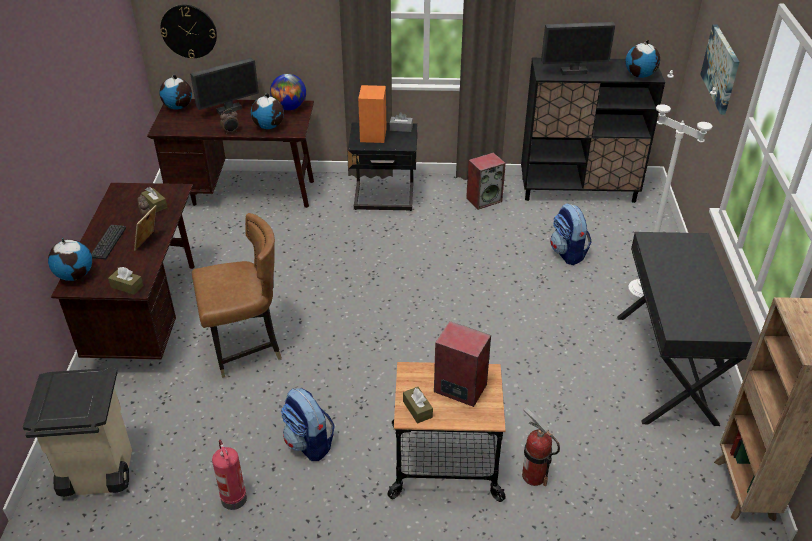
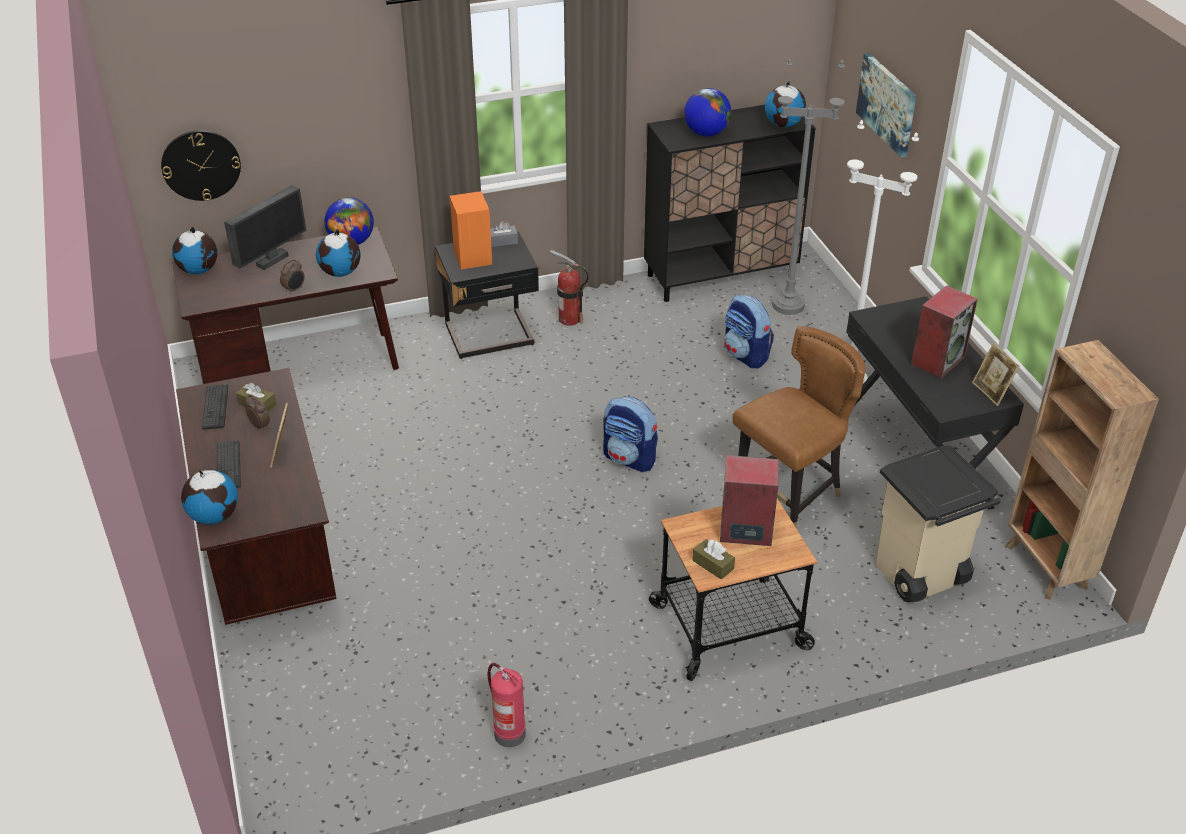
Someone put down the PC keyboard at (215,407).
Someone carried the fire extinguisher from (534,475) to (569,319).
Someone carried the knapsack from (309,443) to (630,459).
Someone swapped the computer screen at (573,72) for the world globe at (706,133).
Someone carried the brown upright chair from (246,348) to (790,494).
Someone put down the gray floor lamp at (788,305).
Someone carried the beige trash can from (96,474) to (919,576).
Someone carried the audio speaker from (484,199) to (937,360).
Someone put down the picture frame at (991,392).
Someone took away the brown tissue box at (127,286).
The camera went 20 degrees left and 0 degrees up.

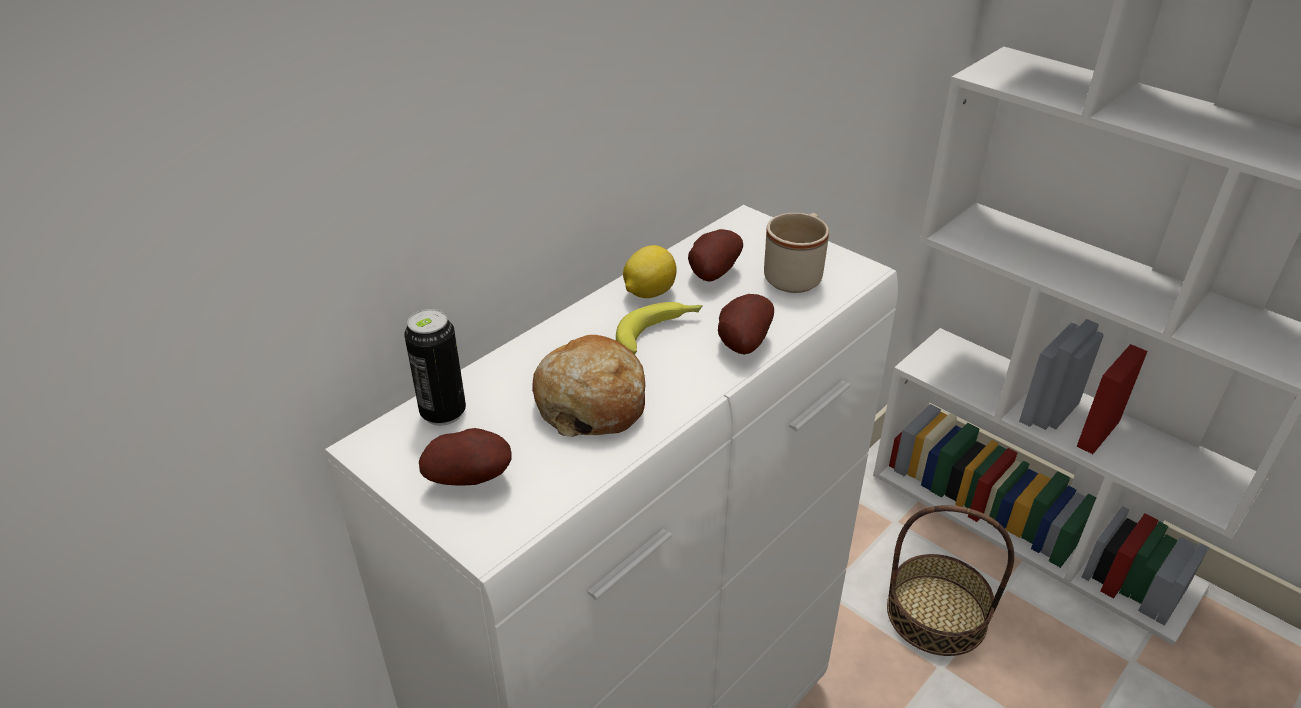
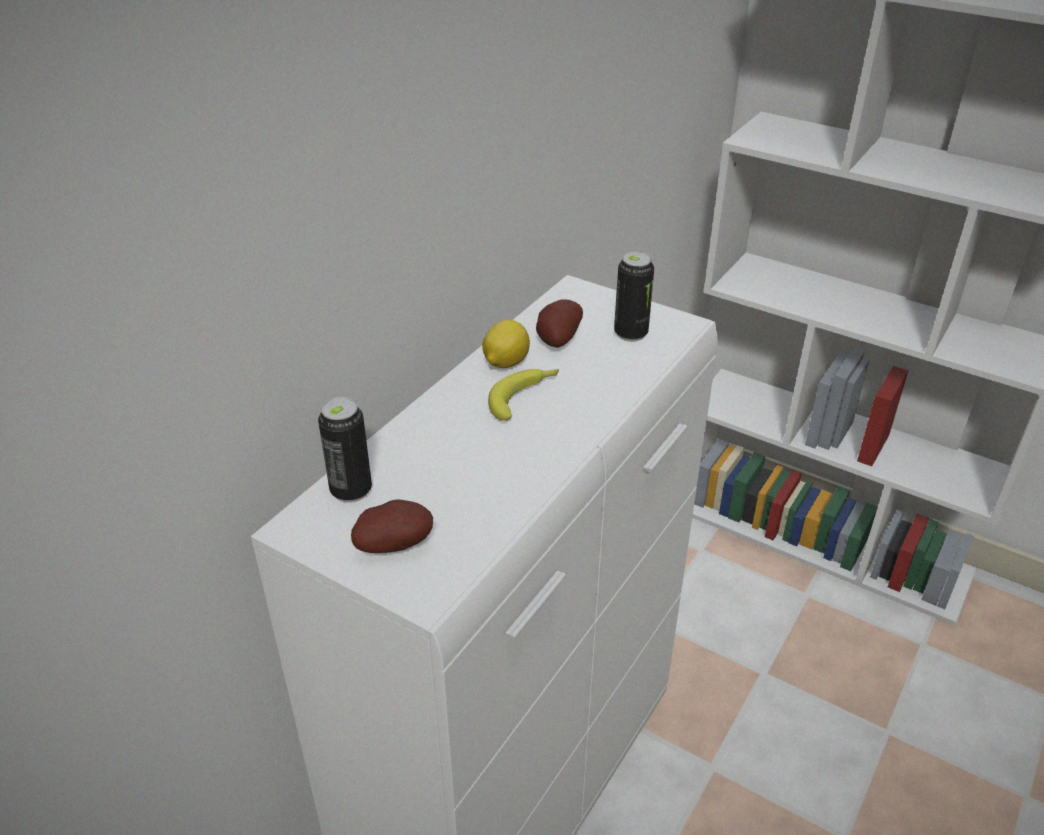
Someone swapped the beige mug at (796,274) for the sealed can at (630,334).
Someone took away the baked bread at (591,403).
Someone took away the whole potato at (741,344).
Someone took away the storage basket at (936,614).
The camera went 10 degrees left and 0 degrees up.

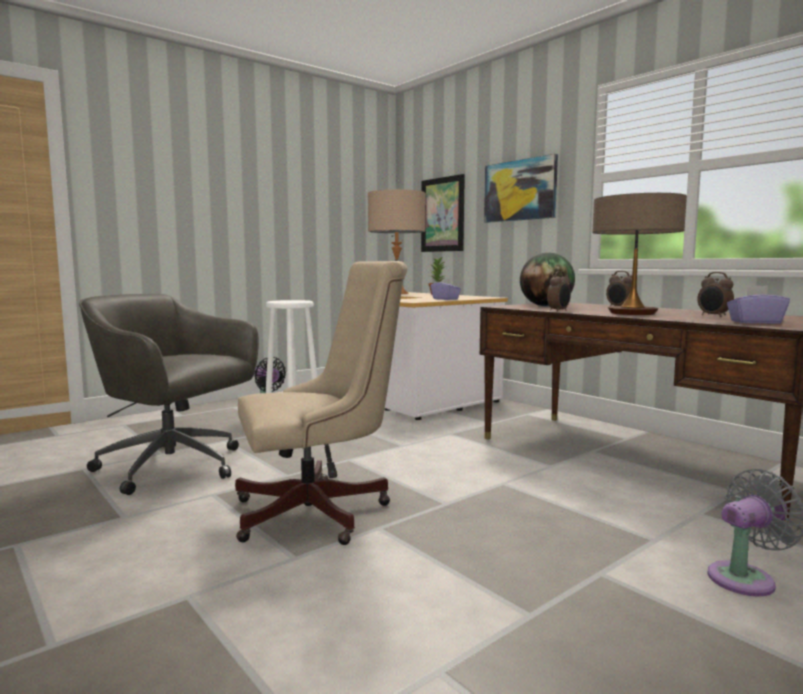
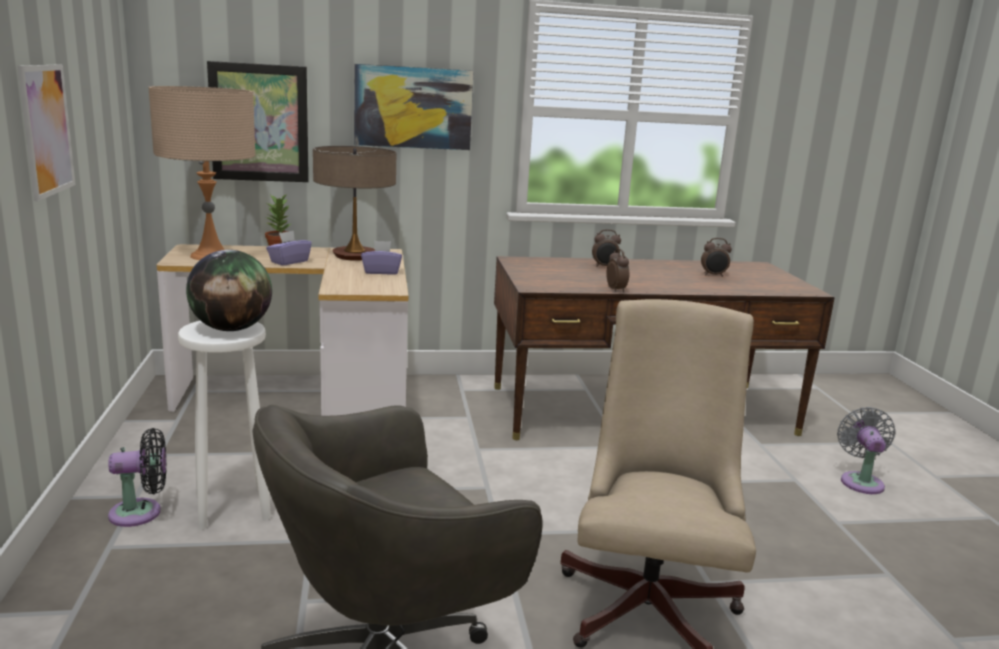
Someone put up the wall art at (47,130).
Someone carried the world globe from (546,306) to (232,329).
Someone carried the purplish tissue box from (755,322) to (289,261).
Someone carried the tabletop lamp from (632,313) to (354,256).
The camera went 60 degrees left and 10 degrees up.

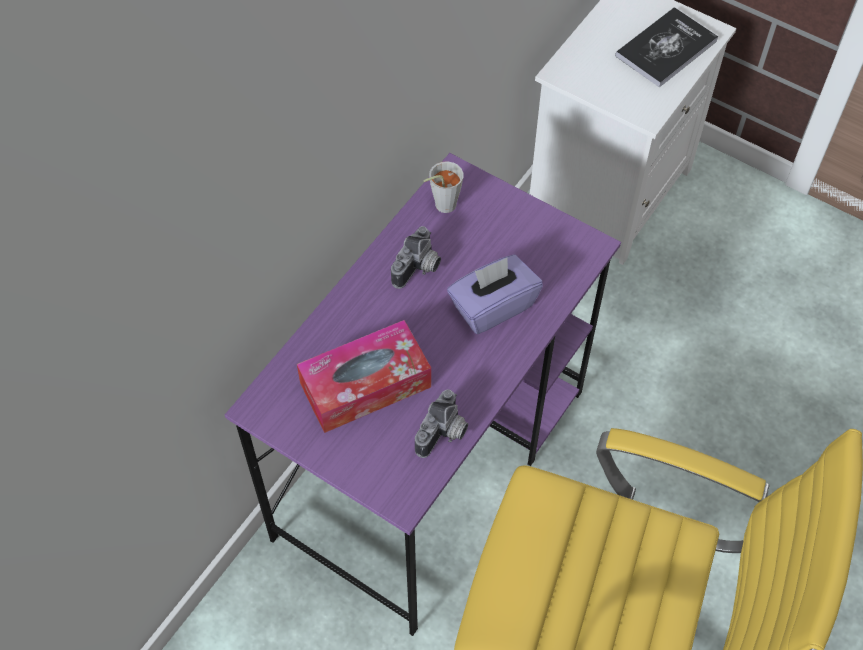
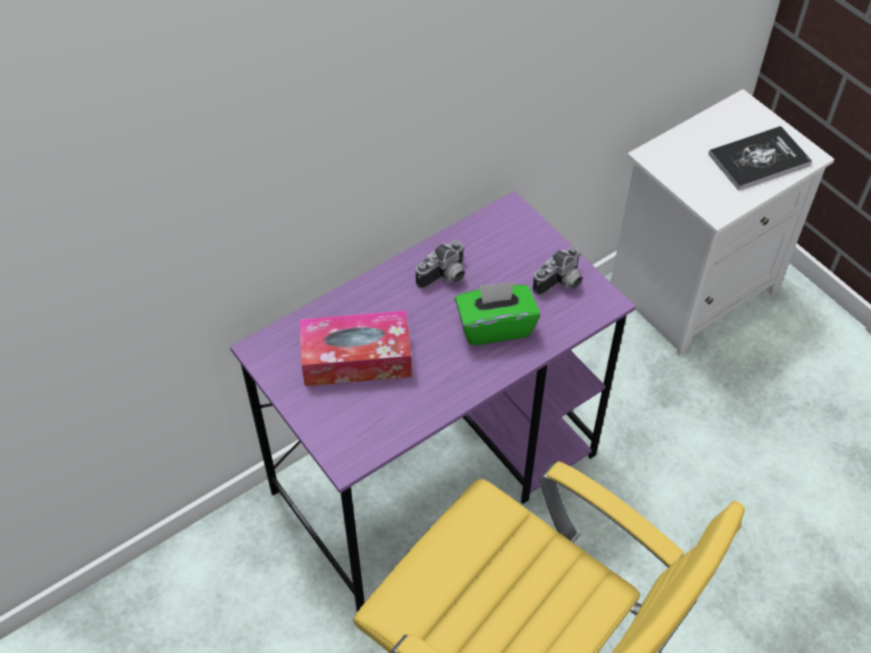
Someone repainted the purplish tissue box at (492,306), which became the greenish tissue box at (495,326).
Someone carried the photo camera from (444,434) to (561,284).
Someone took away the gray small cup at (441,206).
The camera went 20 degrees right and 5 degrees down.

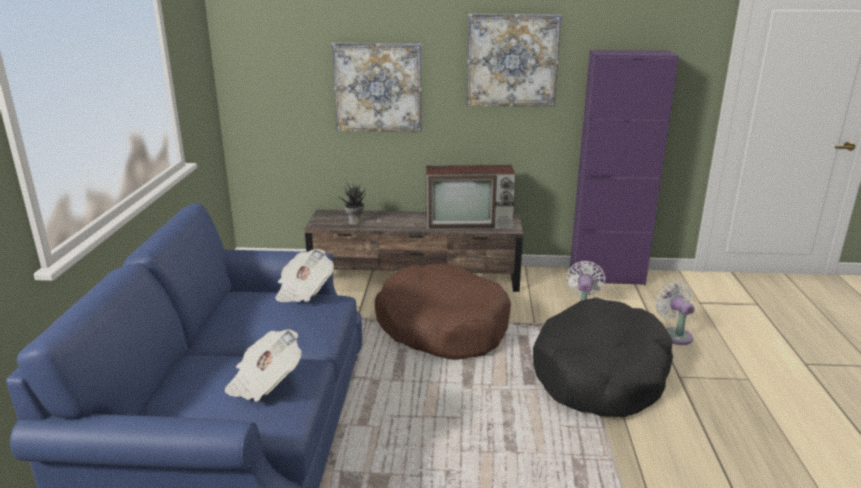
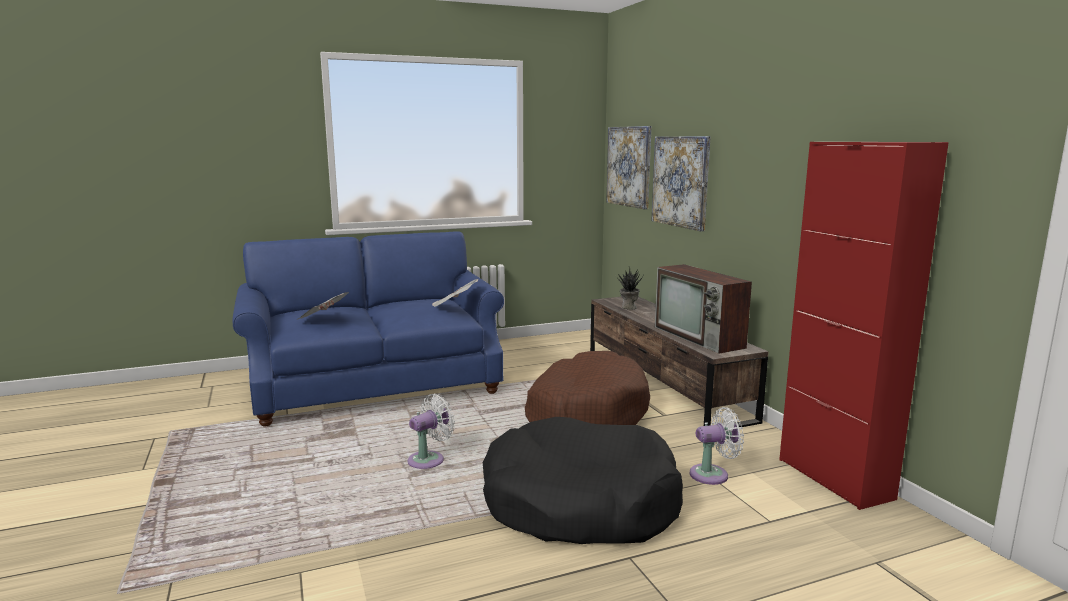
Someone carried the white-coloured electric fan from (674,335) to (429,459).
Someone carried the wall art from (512,60) to (629,166).
Someone repainted the purplish storage cabinet at (606,277), which became the reddish storage cabinet at (834,478).
The camera went 65 degrees right and 10 degrees down.

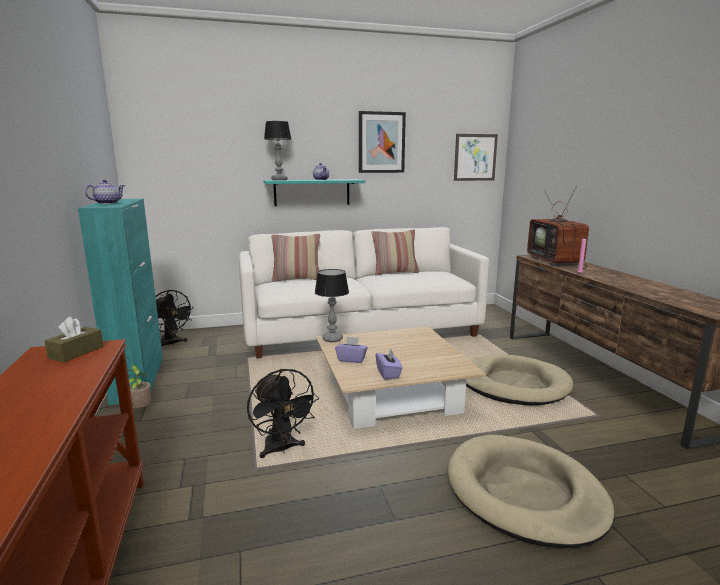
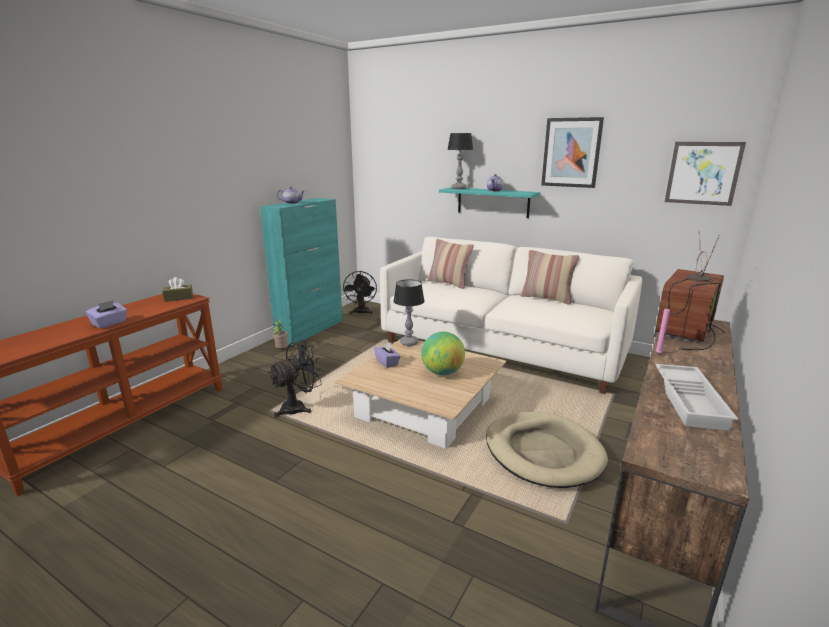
Someone carried the purplish tissue box from (388,373) to (110,323).
Someone rotated the blackish electric fan at (281,449) by 150 degrees counterclockwise.
Someone put down the world globe at (442,372).
Someone put down the white-coloured carrying tray at (691,401).
Someone took away the beige dog cushion at (524,493).
The camera went 45 degrees right and 5 degrees up.

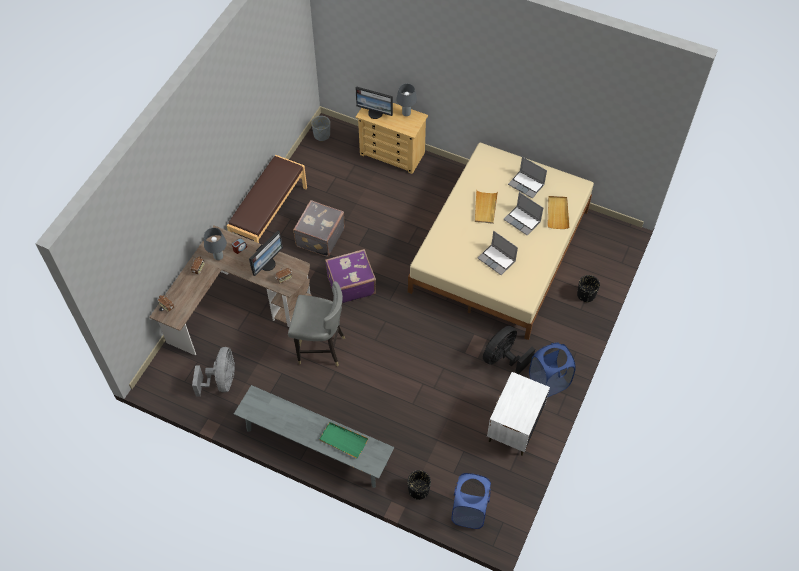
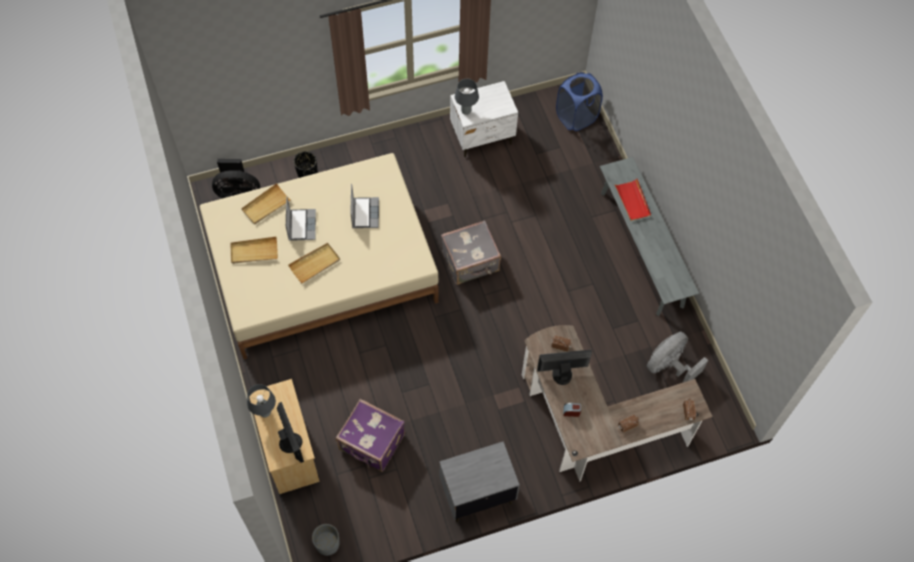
Someone carried the blackish electric fan from (503,358) to (238,193).
Someone swapped the laptop at (526,185) for the beige carrying tray at (254,251).
Someone carried the purplish piece of luggage from (350,284) to (372,443).
Someone swapped the brown bench at (269,216) for the gray night table at (476,493).
Someone carried the gray piece of luggage from (319,237) to (471,262).
Someone carried the gray tabletop lamp from (218,257) to (466,111).
Someone repainted the greenish carrying tray at (343,440), which became the reddish carrying tray at (632,201).
Someone took away the gray upright chair at (320,349).
Someone took away the blackish planter at (419,490).
Someone took away the blue-coloured hamper at (548,382).
The camera went 135 degrees left and 5 degrees up.

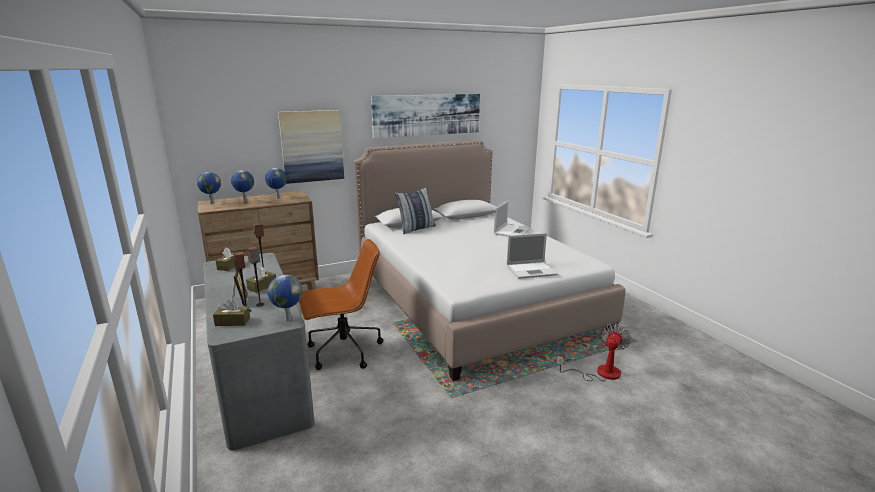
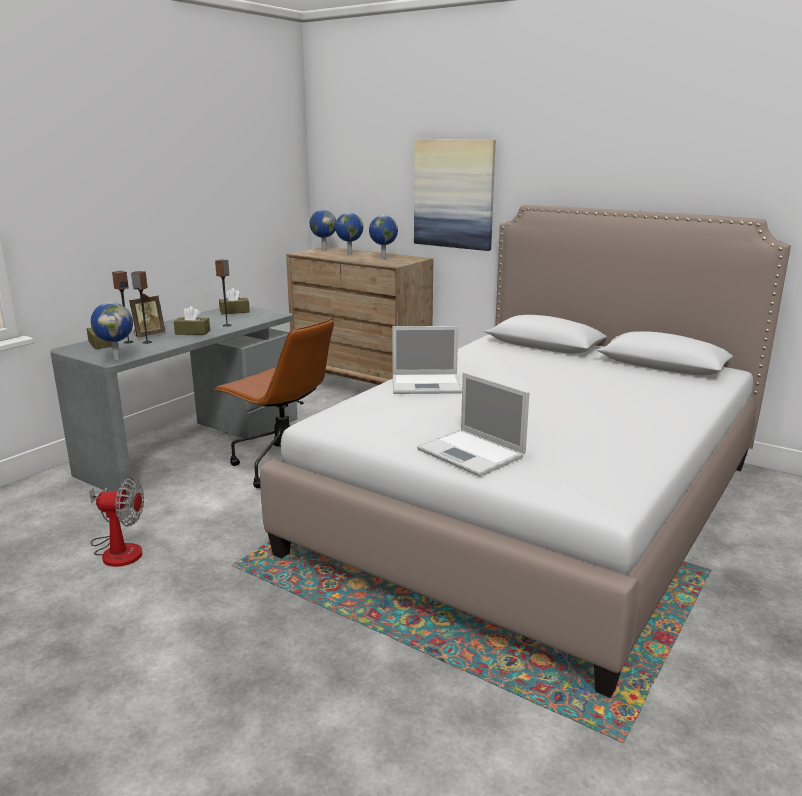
Someone carried the electric fan from (600,373) to (118,549).
Someone carried the laptop from (512,231) to (427,384).
Someone took away the wall art at (427,115).
Someone took away the pillow at (416,229).
The camera went 60 degrees right and 0 degrees up.

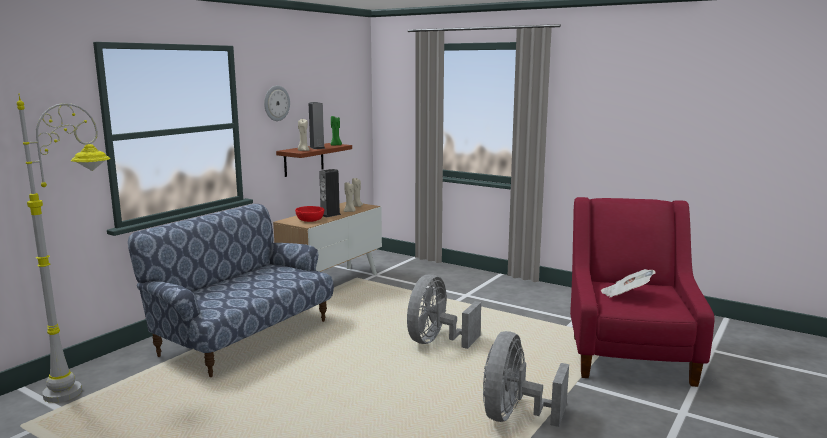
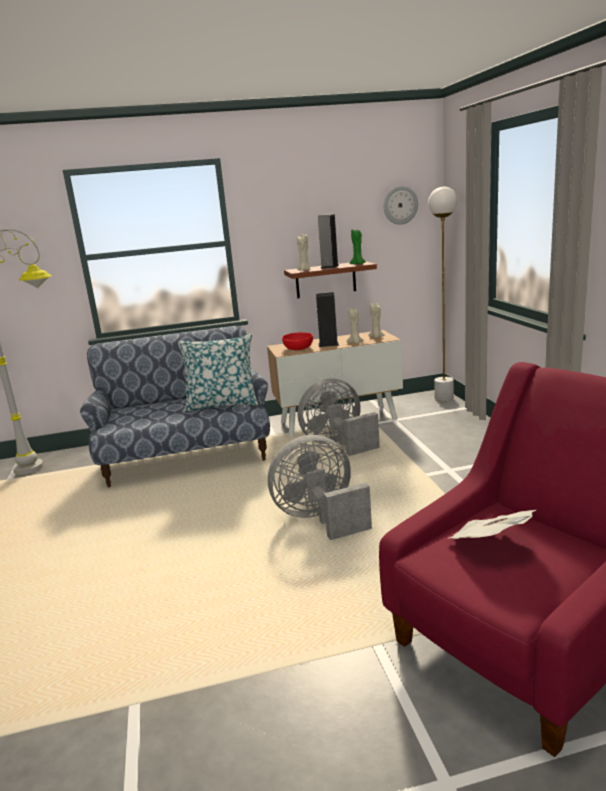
Someone put down the pillow at (222,404).
Someone carried the gray electric fan from (514,416) to (338,444).
Someone carried the wall clock from (276,103) to (400,205).
Someone put down the white-coloured floor lamp at (444,398).
The camera went 45 degrees right and 5 degrees up.

